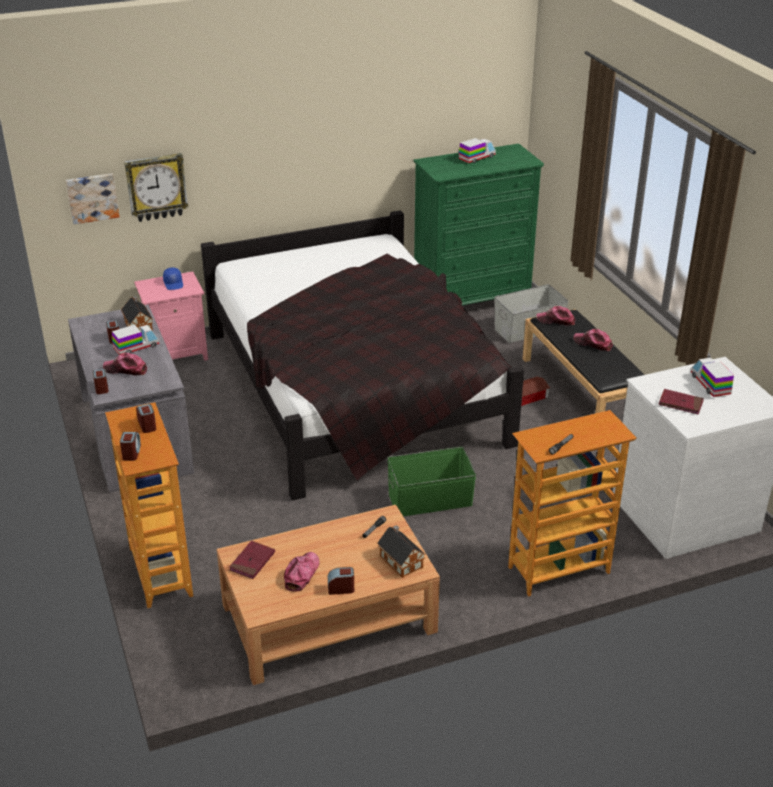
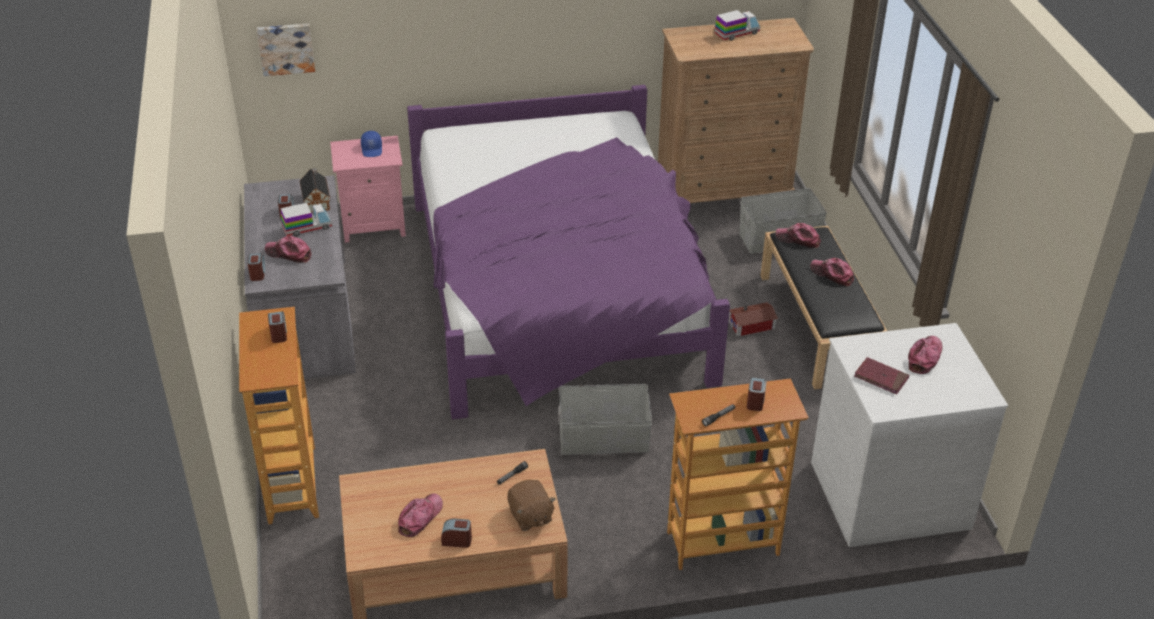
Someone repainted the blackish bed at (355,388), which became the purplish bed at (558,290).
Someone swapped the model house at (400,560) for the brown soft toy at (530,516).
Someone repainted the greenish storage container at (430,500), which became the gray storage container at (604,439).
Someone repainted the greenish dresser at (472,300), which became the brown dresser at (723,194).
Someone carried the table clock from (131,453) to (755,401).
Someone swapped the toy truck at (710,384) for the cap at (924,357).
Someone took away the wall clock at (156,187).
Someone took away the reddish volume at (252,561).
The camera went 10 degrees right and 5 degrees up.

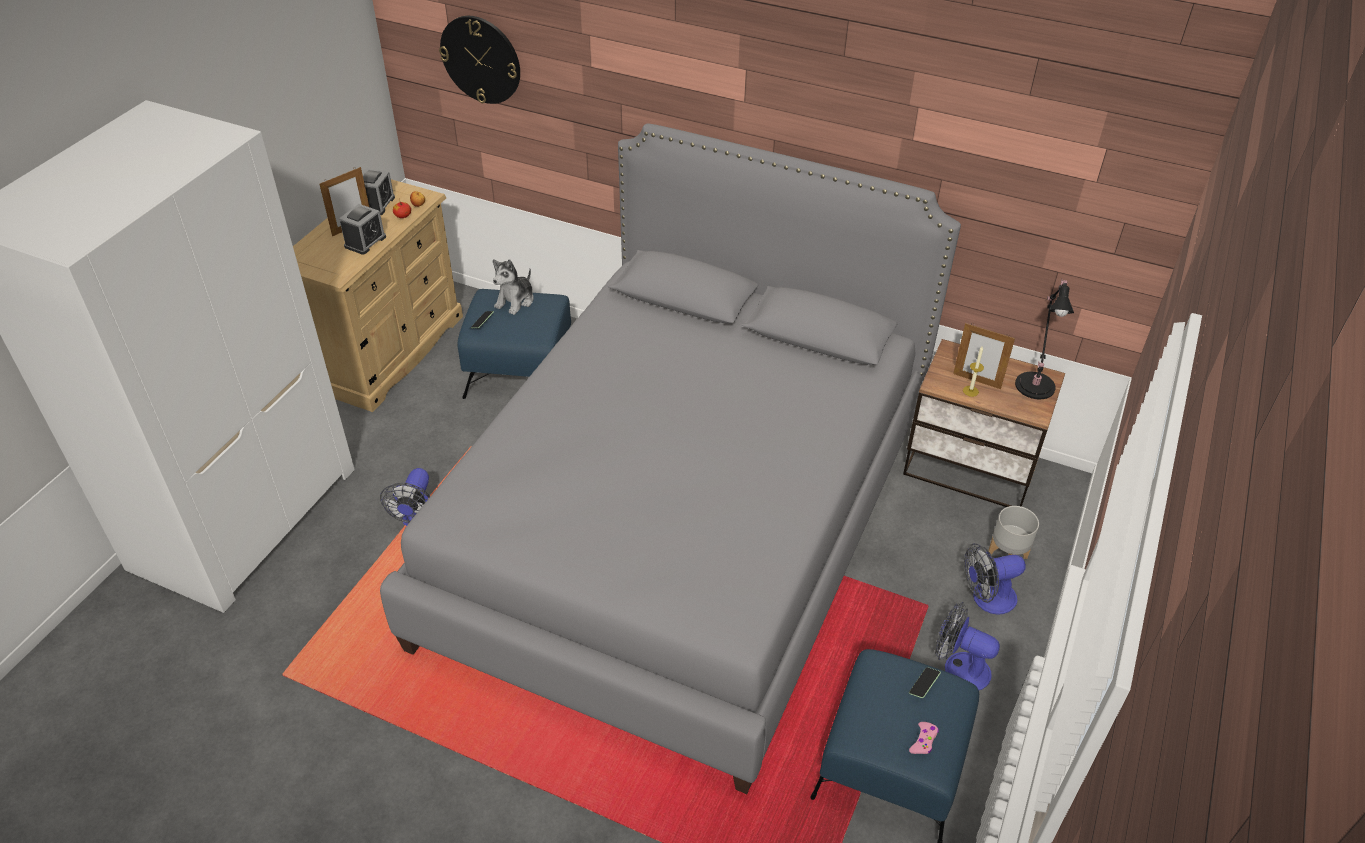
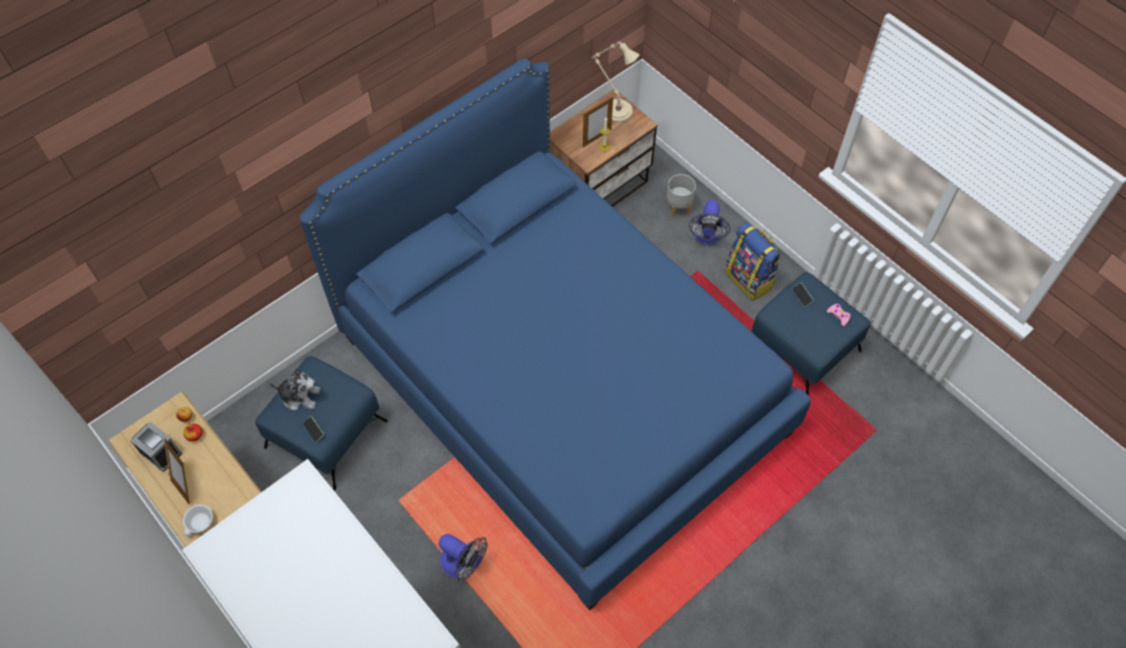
Someone put down the white-coloured small cup at (201,524).
Someone rotated the soft toy at (515,301) by 45 degrees counterclockwise.
Someone repainted the gray bed at (681,528), which became the blue-coloured bed at (562,383).
Someone repainted the blackish tabletop lamp at (1035,383), which became the beige tabletop lamp at (616,109).
Someone swapped the electric fan at (958,667) for the knapsack at (749,279).
Someone took away the table clock at (365,242).
Someone took away the wall clock at (481,59).
The camera went 65 degrees left and 15 degrees up.

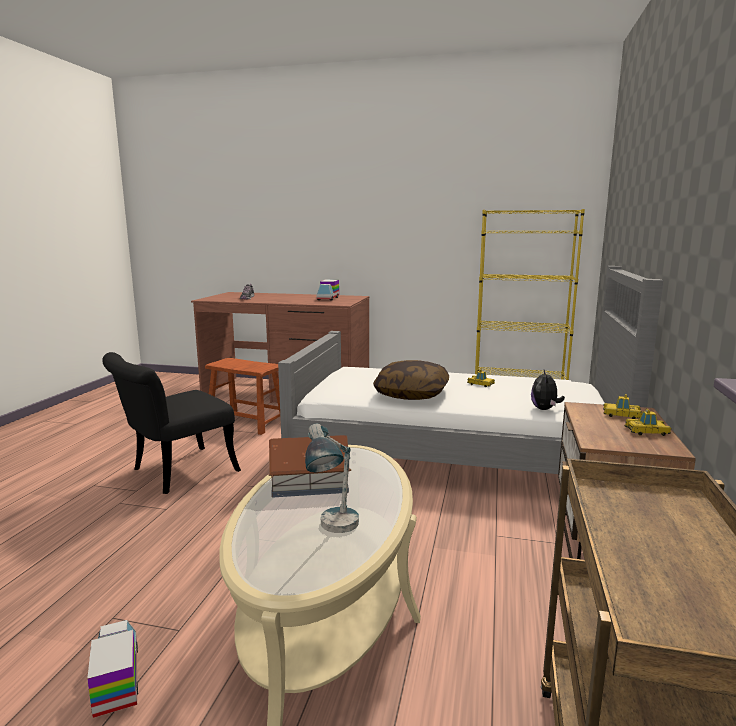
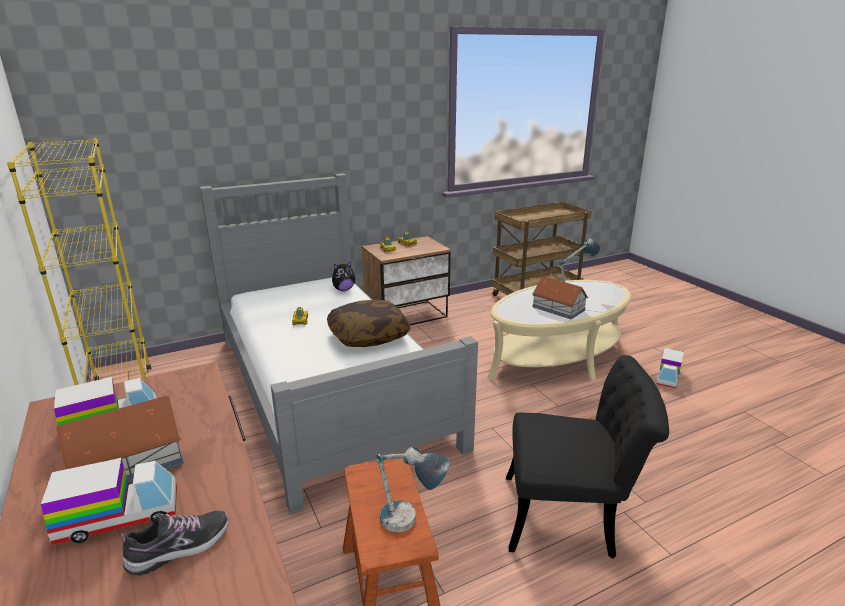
Someone put down the toy truck at (119,516).
Someone put down the model house at (127,462).
Someone put down the tabletop lamp at (410,526).
The camera went 130 degrees left and 10 degrees up.

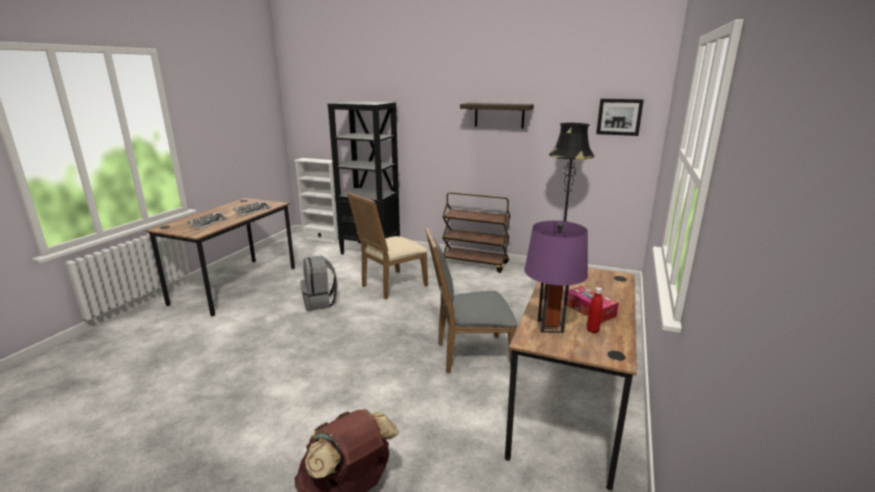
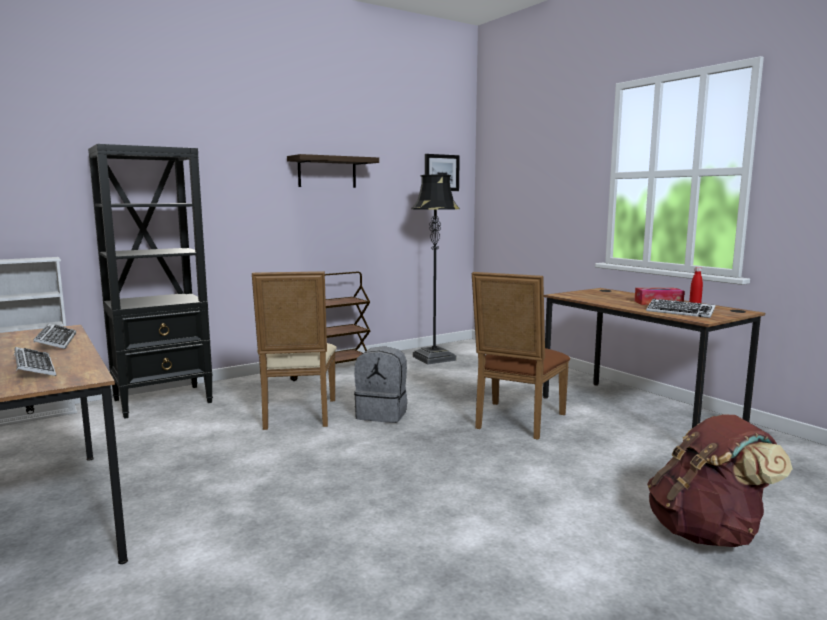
Someone carried the gray knapsack from (320,302) to (382,414).
Someone repainted the gray upright chair at (469,355), which became the brown upright chair at (516,422).
Someone swapped the purplish tabletop lamp at (550,326) for the PC keyboard at (680,312).
The camera went 55 degrees left and 10 degrees down.

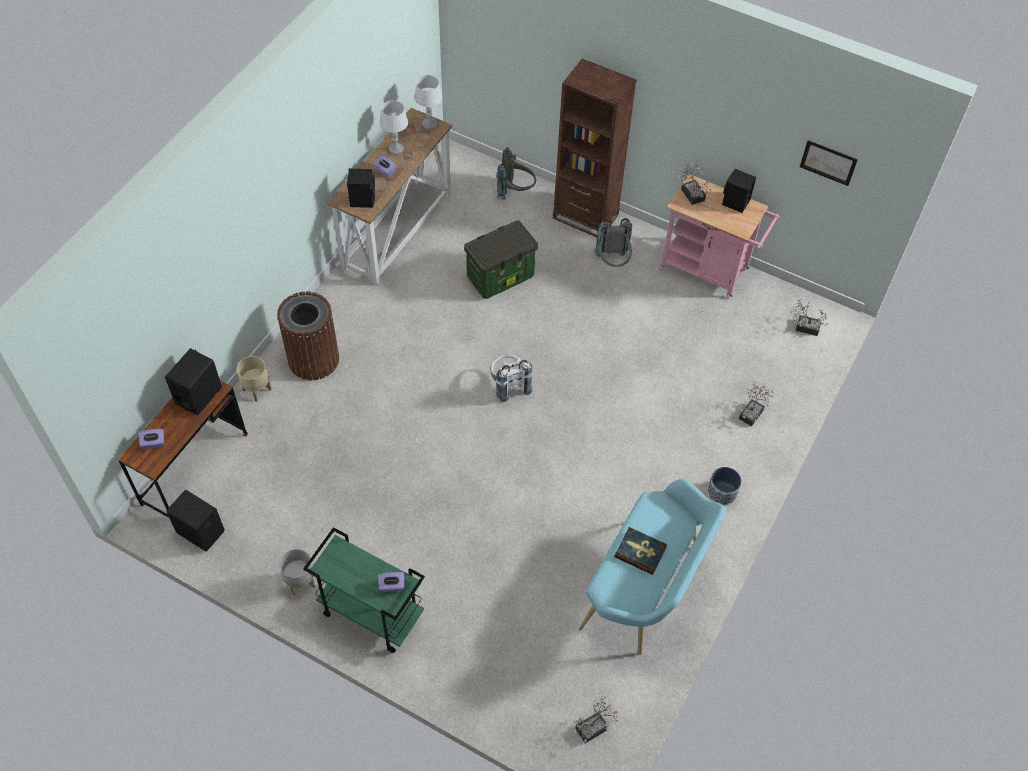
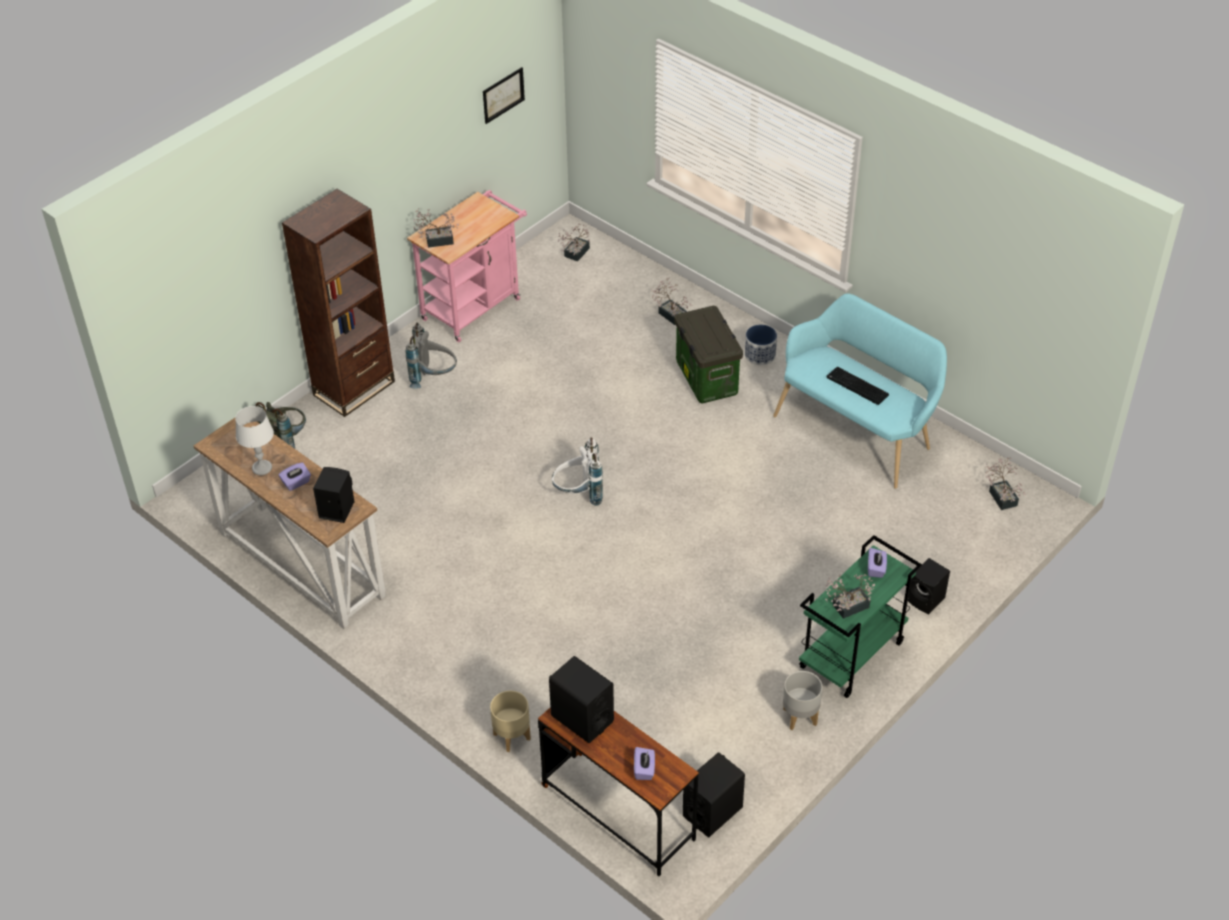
Someone carried the storage container from (501,277) to (705,378).
Someone put down the houseplant at (846,607).
Someone swapped the volume at (640,552) for the PC keyboard at (856,387).
Someone carried the blackish audio speaker from (735,203) to (927,600).
Someone took away the brown trash can at (313,359).
Someone took away the white-coloured tabletop lamp at (430,124).
The camera went 75 degrees left and 10 degrees down.

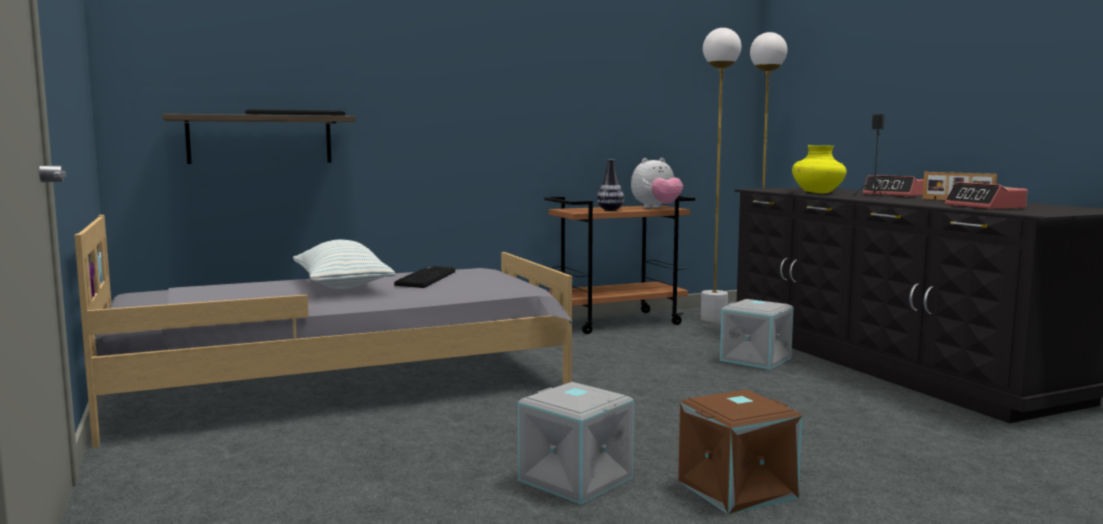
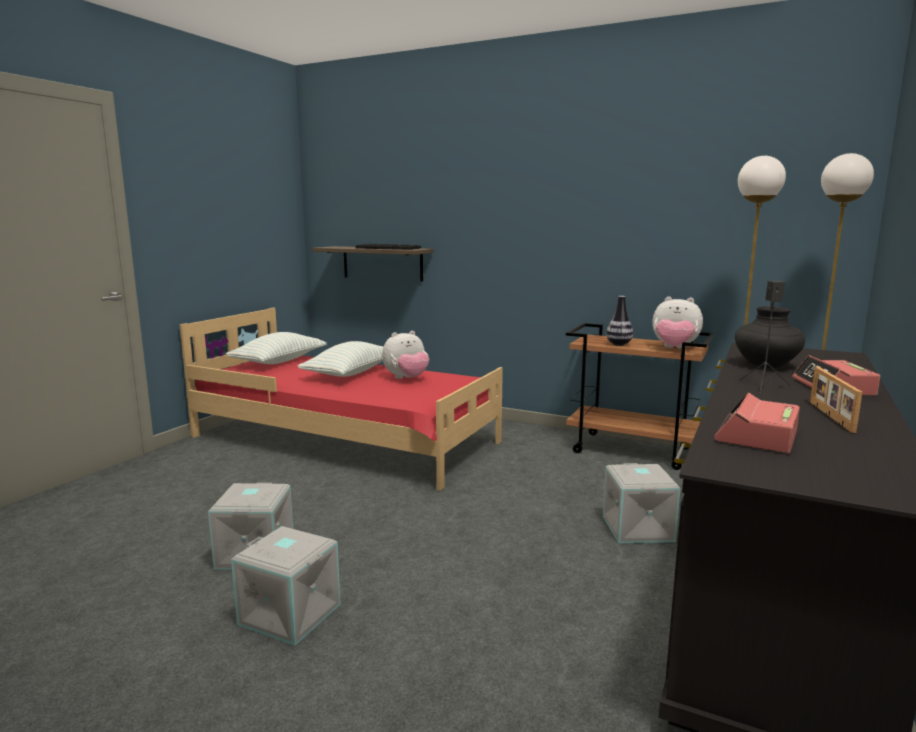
Someone repainted the gray bed at (343,384), which became the reddish bed at (347,439).
Someone put down the pillow at (279,361).
Someone repainted the brown storage container at (736,488), which became the gray storage container at (291,613).
Someone swapped the PC keyboard at (425,278) for the soft toy at (406,378).
Someone repainted the yellow flower vase at (818,193), which became the blackish flower vase at (766,365).
The camera went 50 degrees right and 5 degrees up.

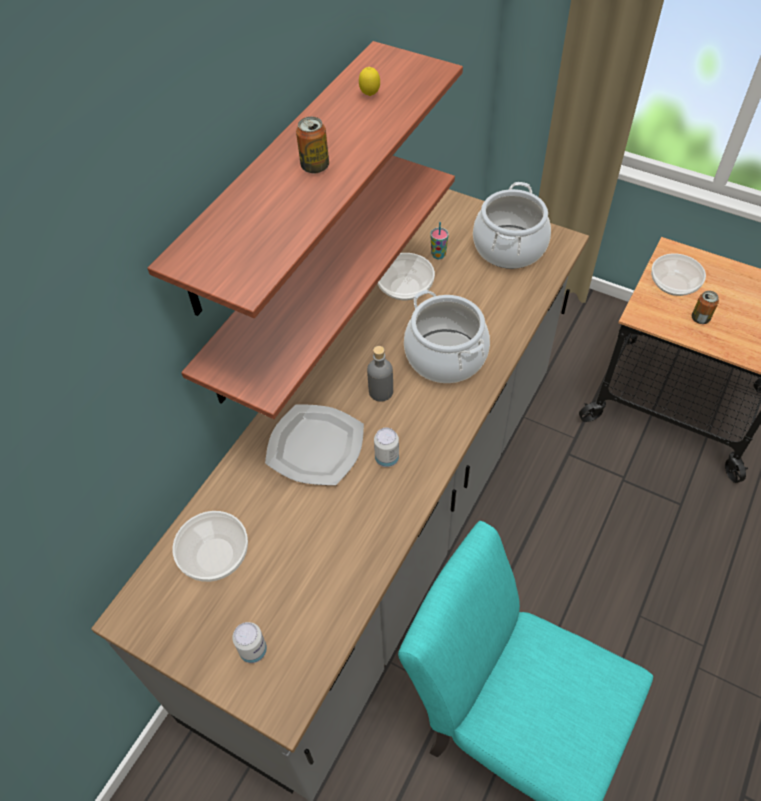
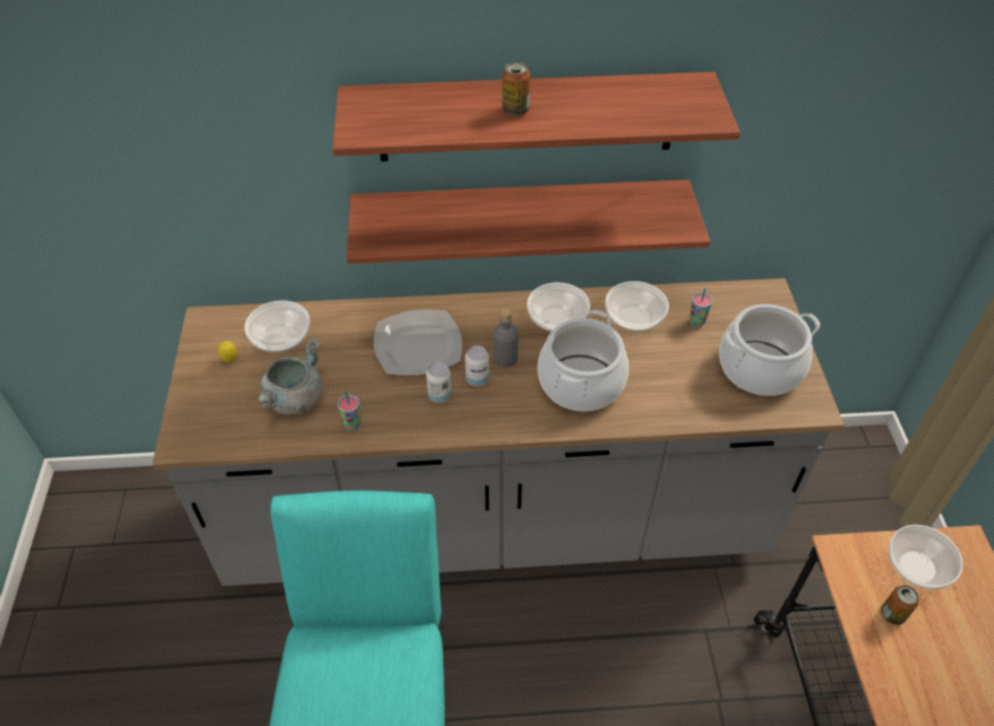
Someone carried the whole lemon from (370,95) to (230,360).
Someone put down the gray stockpot at (294,399).
Someone put down the small cup at (352,424).
Someone carried the sealed can from (253,650) to (477,379).
Someone put down the deep dish at (556,319).
The camera went 55 degrees right and 5 degrees down.

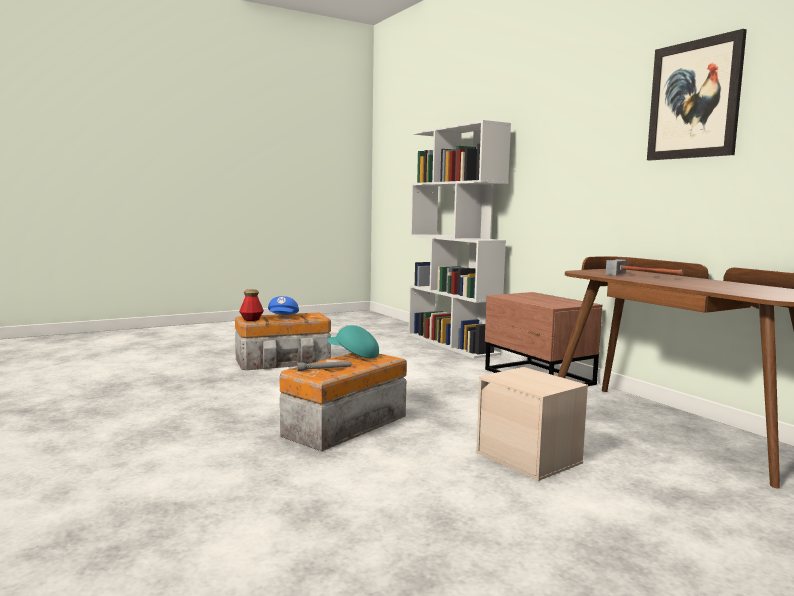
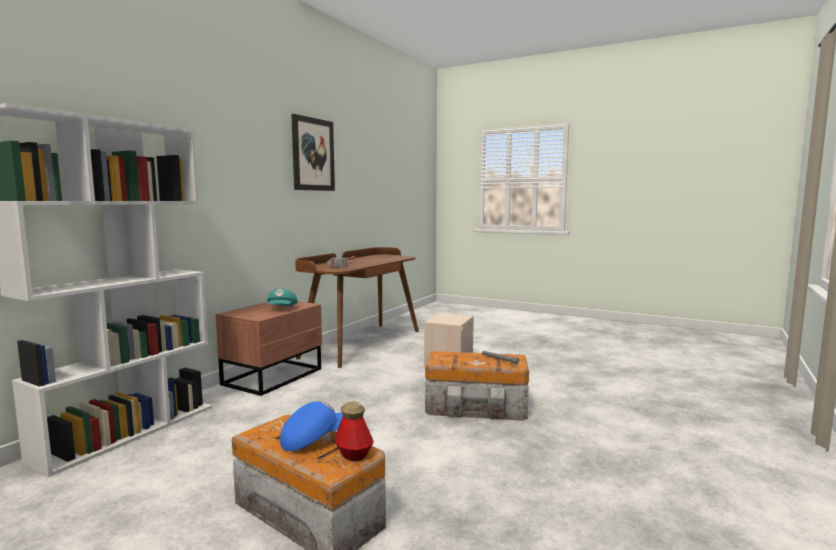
Someone carried the turquoise cap from (353,354) to (282,309).
The camera went 120 degrees left and 0 degrees up.

